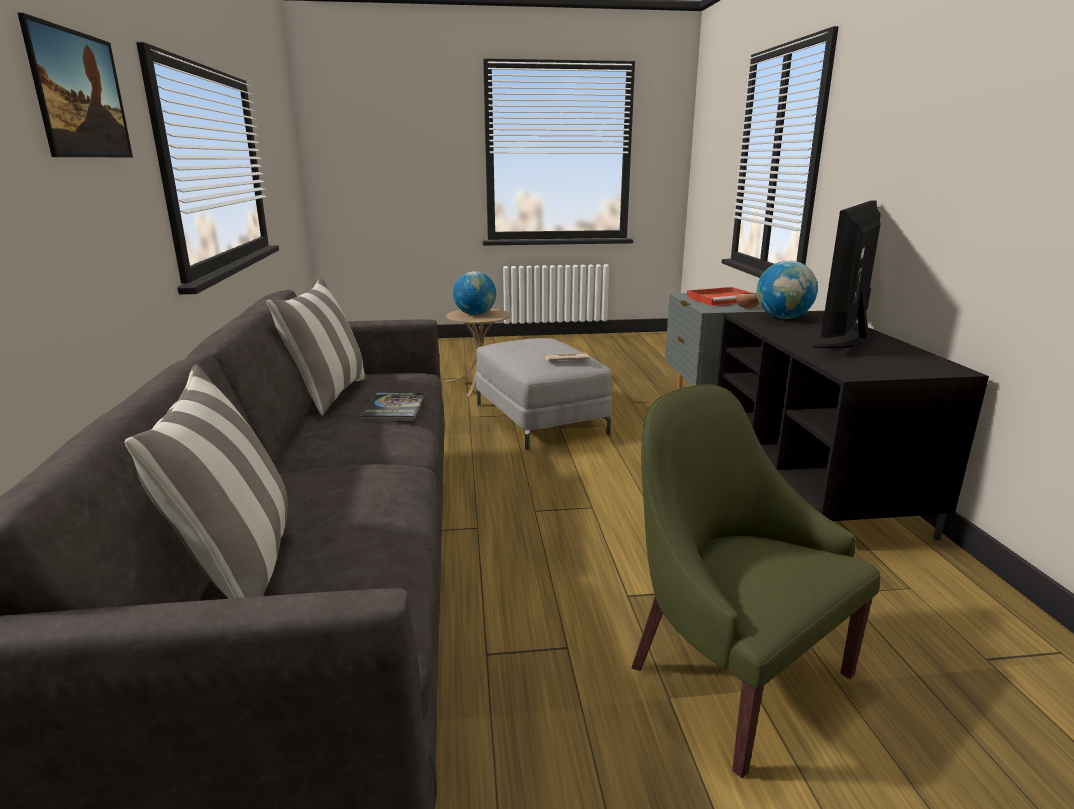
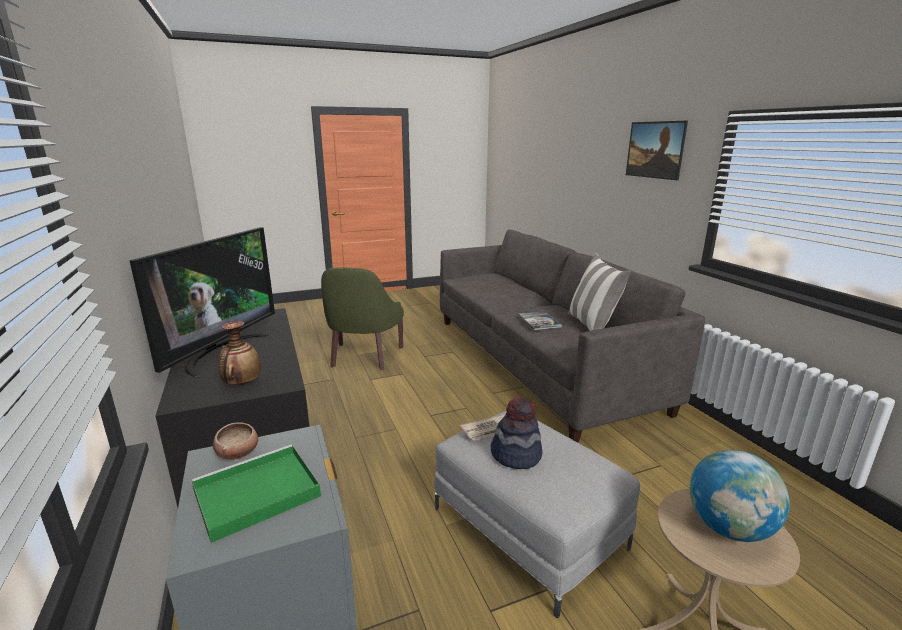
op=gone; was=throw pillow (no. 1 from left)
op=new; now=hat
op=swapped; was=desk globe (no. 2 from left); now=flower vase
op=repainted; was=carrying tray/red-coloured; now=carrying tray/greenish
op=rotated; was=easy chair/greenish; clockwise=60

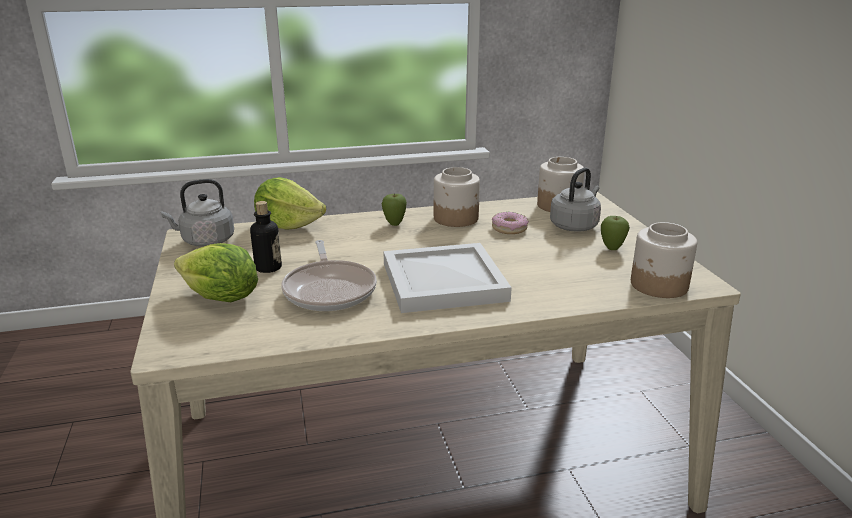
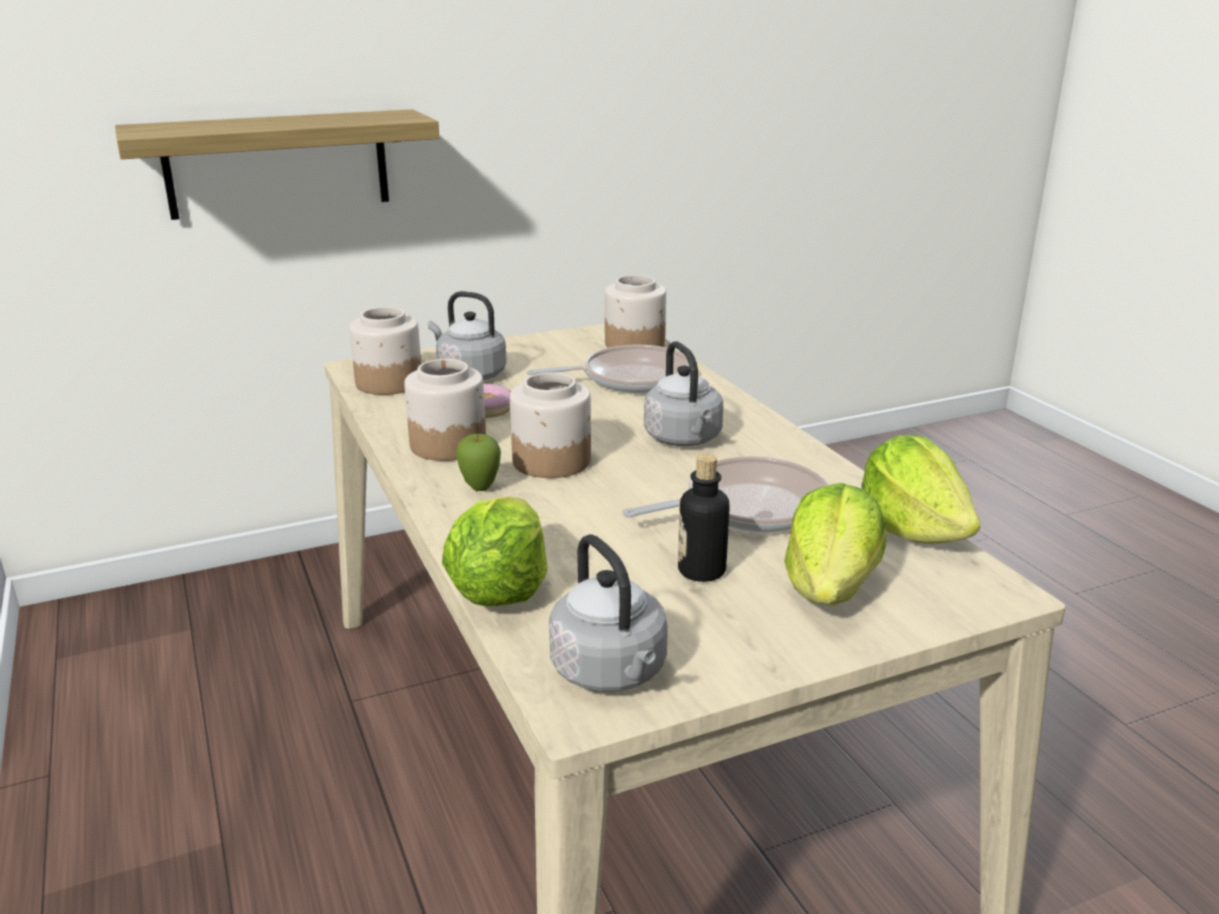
op=gone; was=apple fruit (no. 2 from left)
op=new; now=bracket shelf
op=new; now=preserve jar (no. 3 from left)
op=new; now=pan (no. 1 from left)
op=new; now=lettuce (no. 3 from left)
op=swapped; was=carrying tray/white-coloured; now=tea kettle/grey (no. 3 from left)

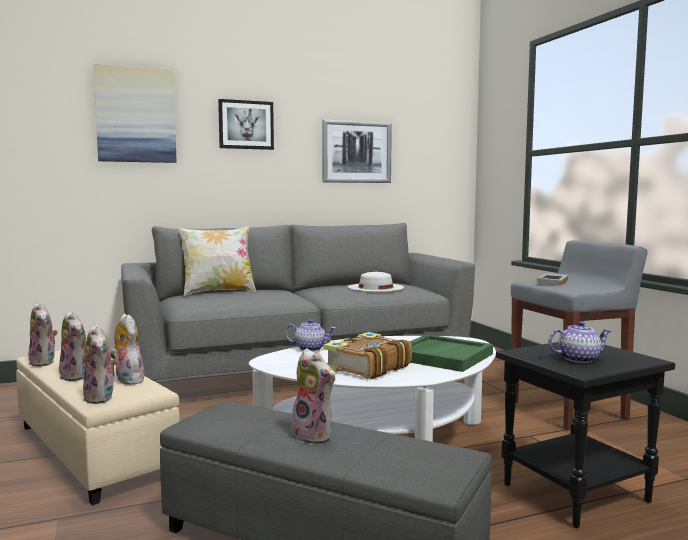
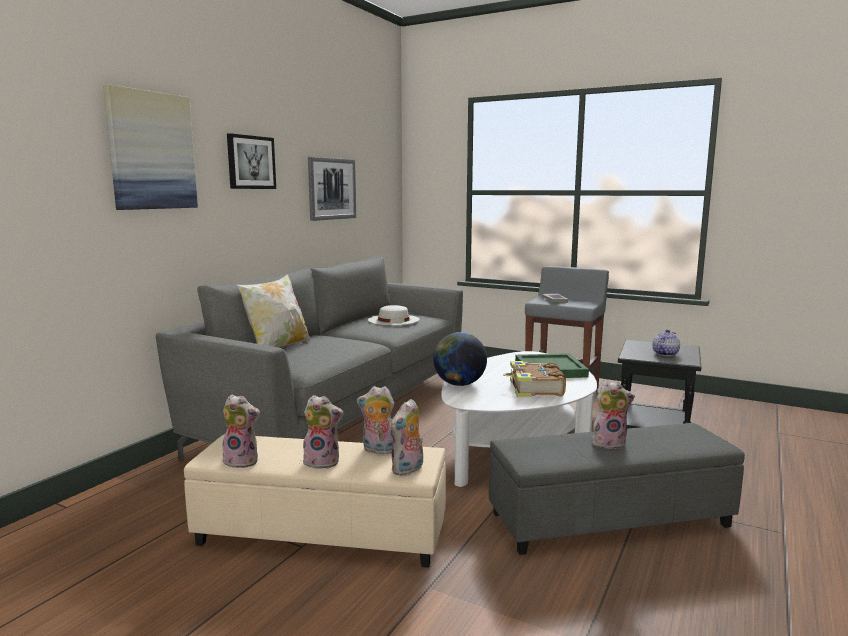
op=swapped; was=pot for tea (no. 1 from left); now=desk globe
op=rotated; was=soft toy (no. 3 from left in the first image); clockwise=105

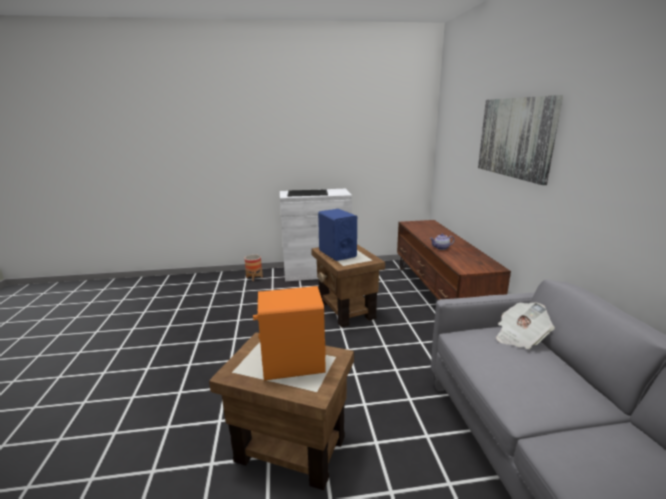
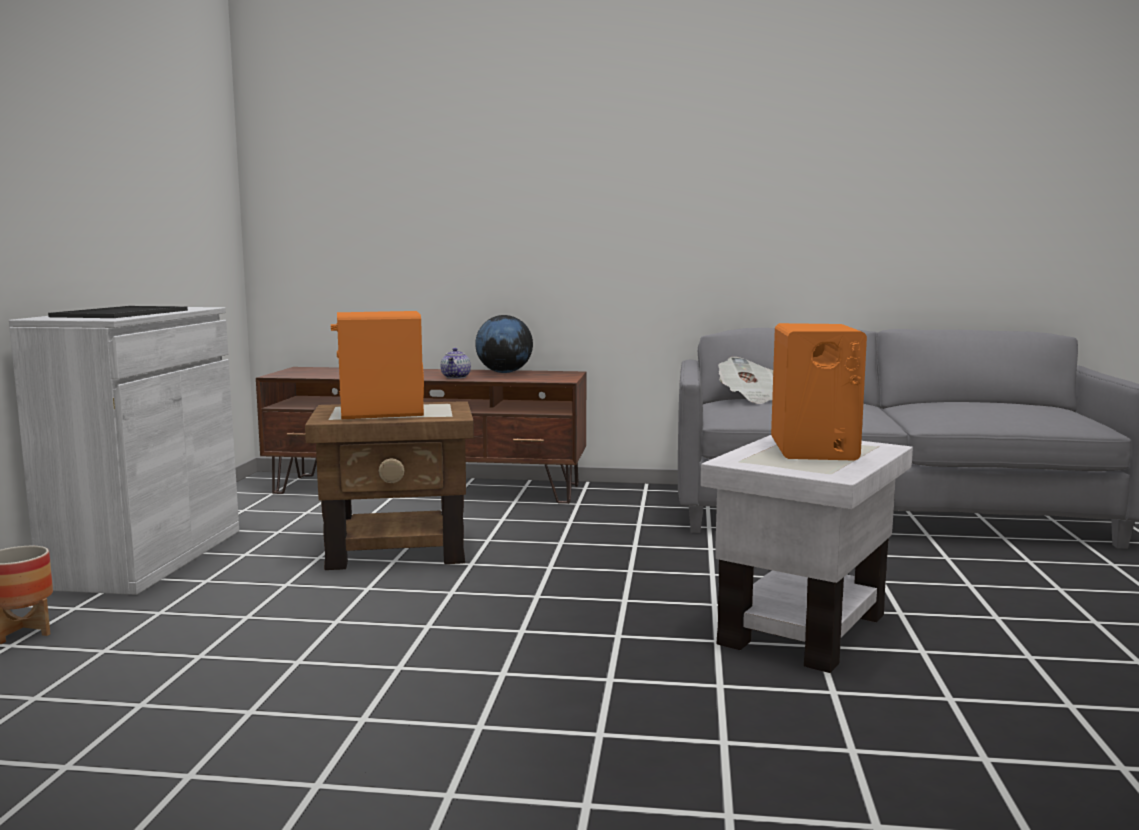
op=gone; was=wall picture
op=new; now=desk globe
op=repainted; was=accent table/brown (no. 1 from left); now=accent table/white-coloured
op=repainted; was=audio speaker/bluish; now=audio speaker/orange (no. 1 from left)

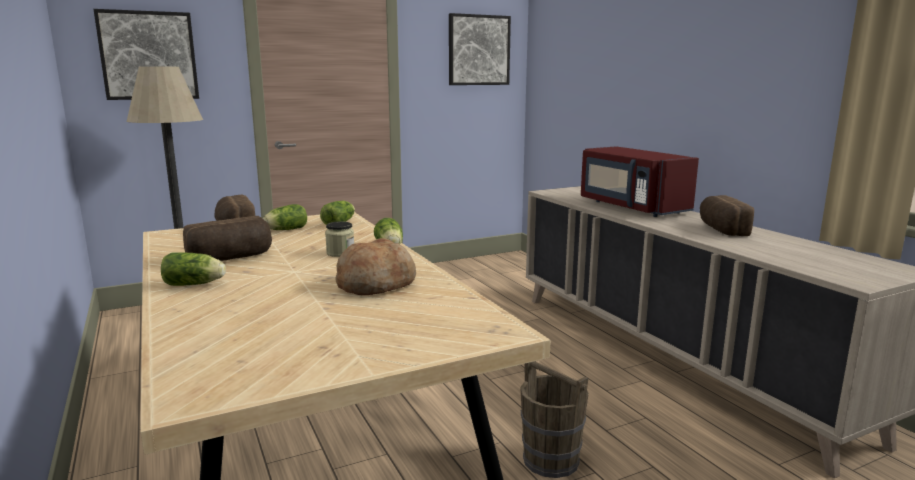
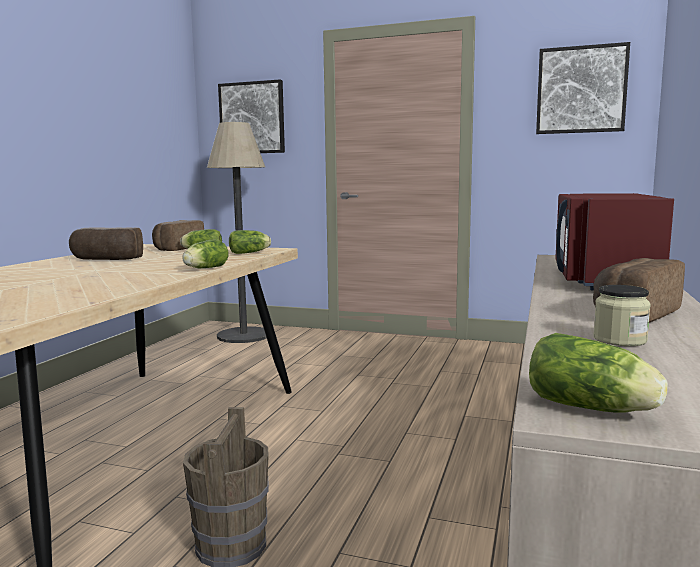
op=gone; was=bakery bread (no. 3 from left)
op=shifted; was=lettuce (no. 1 from left in the first image); now=lettuce (no. 4 from left)
op=shifted; was=preserve jar

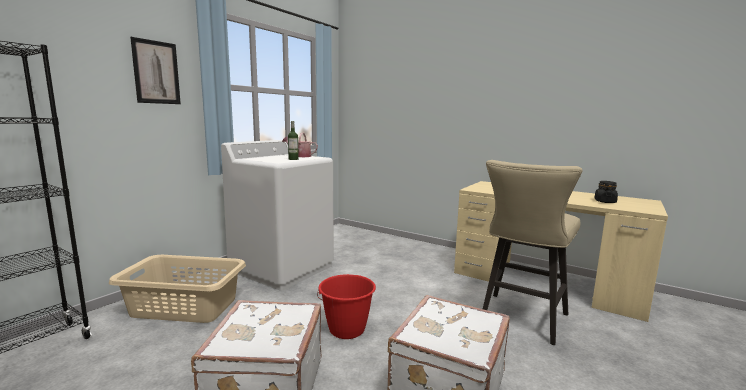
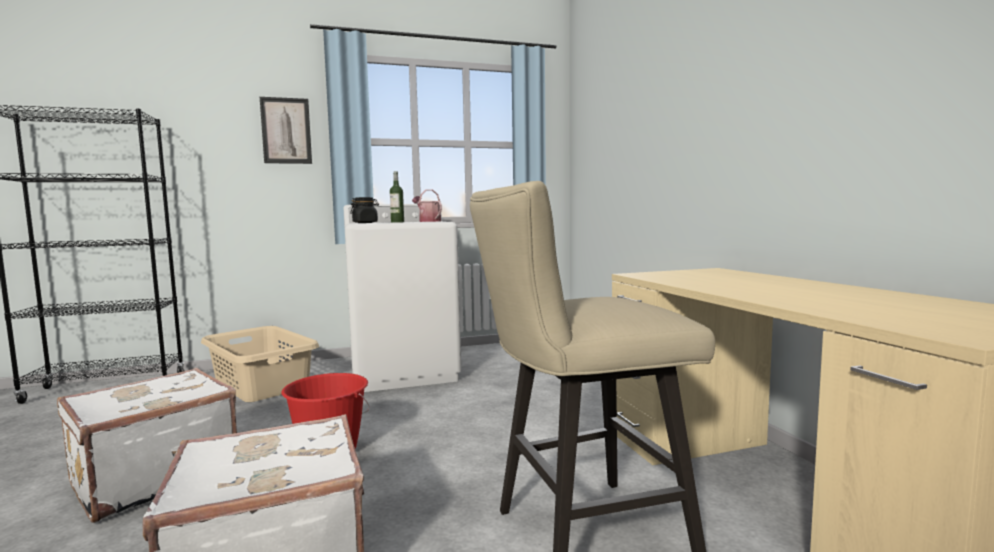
op=shifted; was=preserve jar/blackish

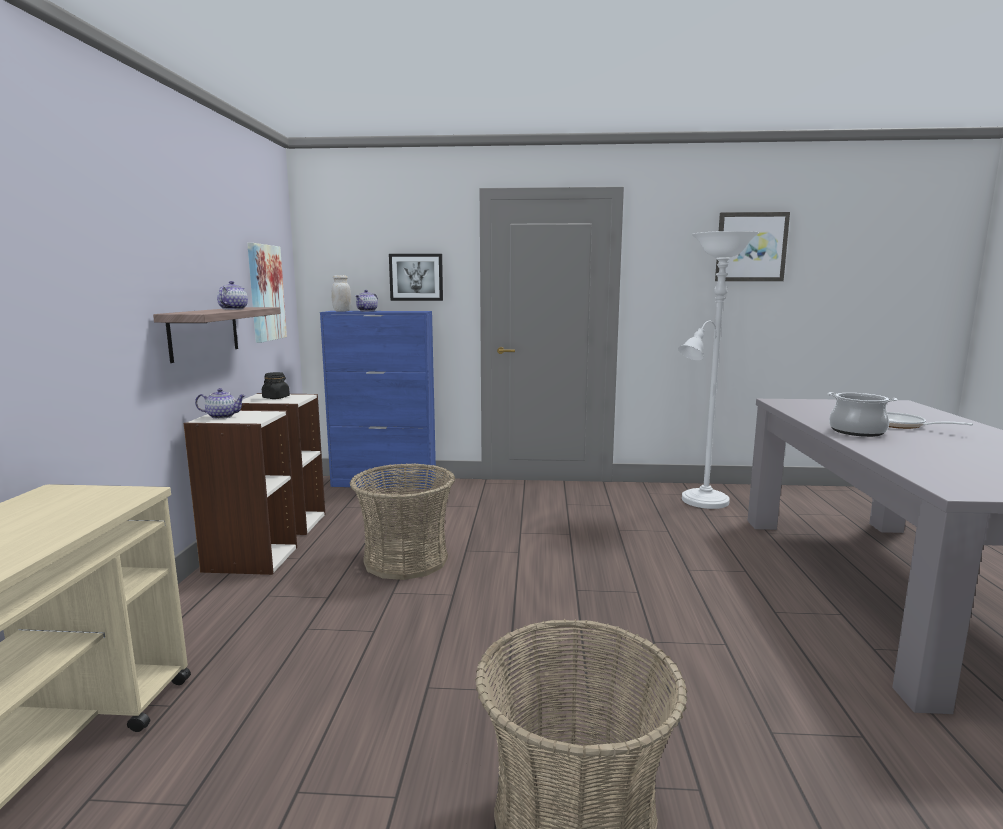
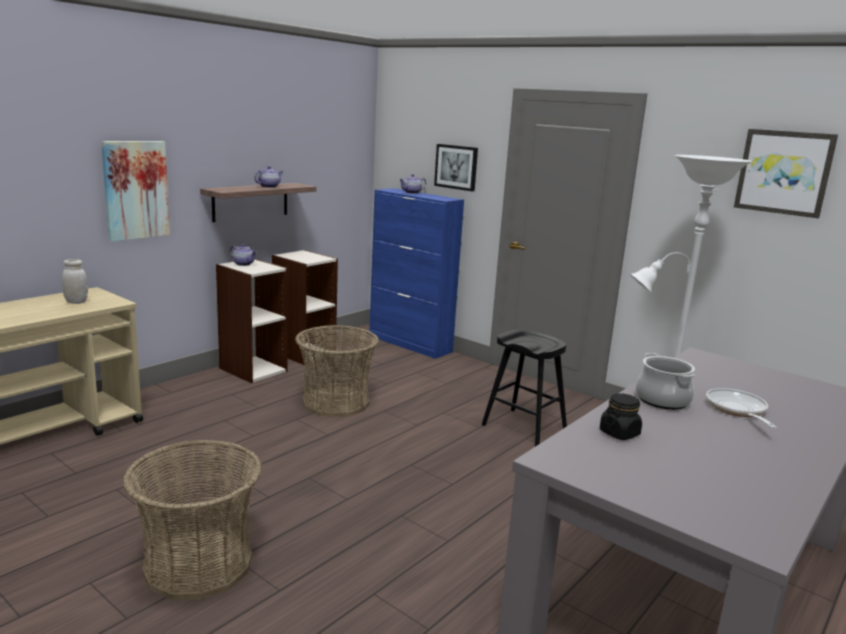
op=new; now=sitting stool/blackish
op=shifted; was=wall picture (no. 1 from left)
op=shifted; was=preserve jar/blackish
op=shifted; was=preserve jar/white-coloured

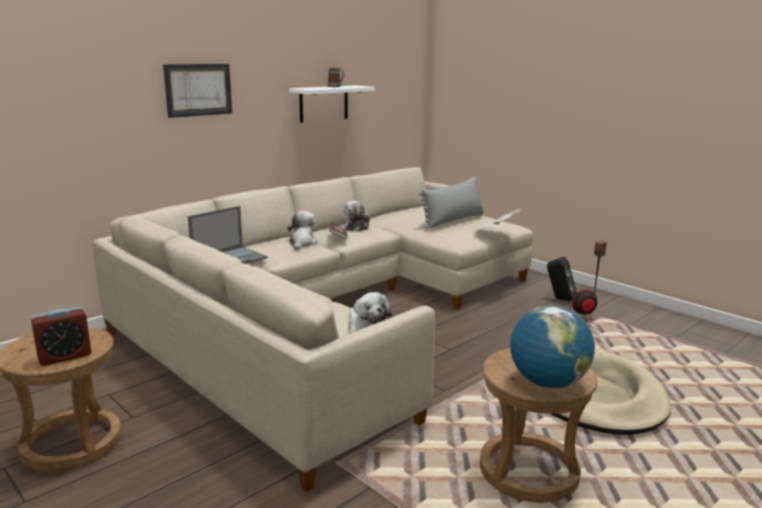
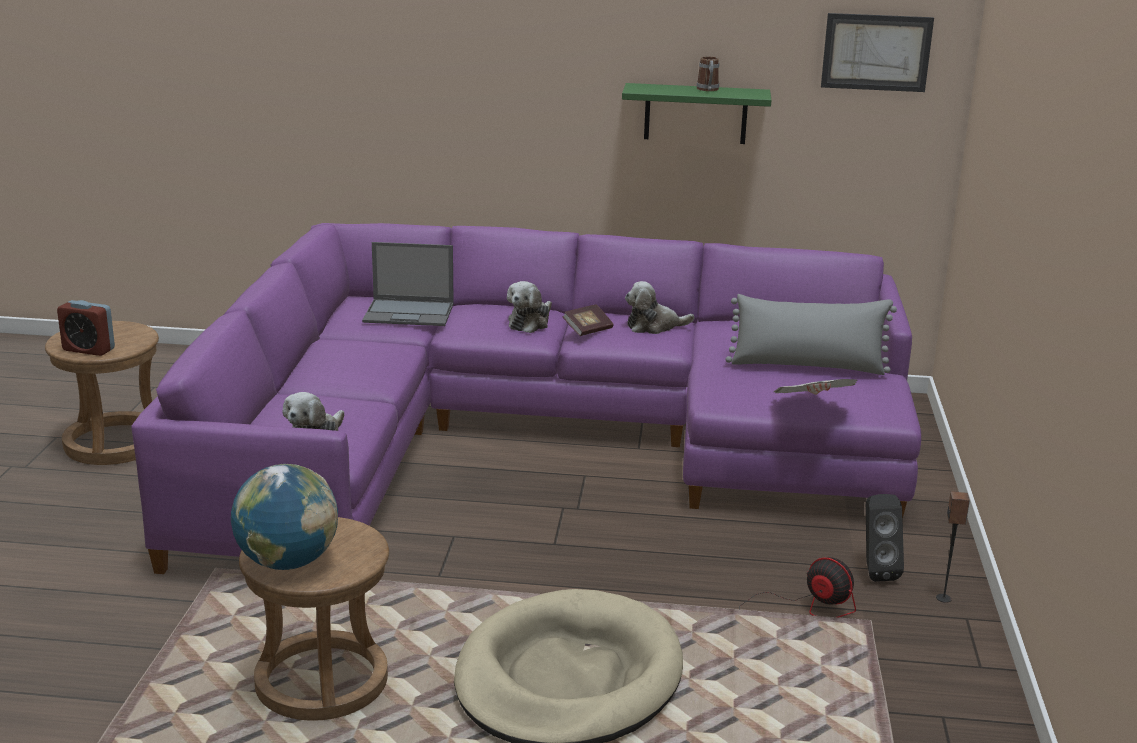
op=shifted; was=wall picture
op=repainted; was=couch/beige; now=couch/purplish
op=repainted; was=bracket shelf/white-coloured; now=bracket shelf/greenish
op=rotated; was=soft toy (no. 1 from left in the first image); clockwise=150

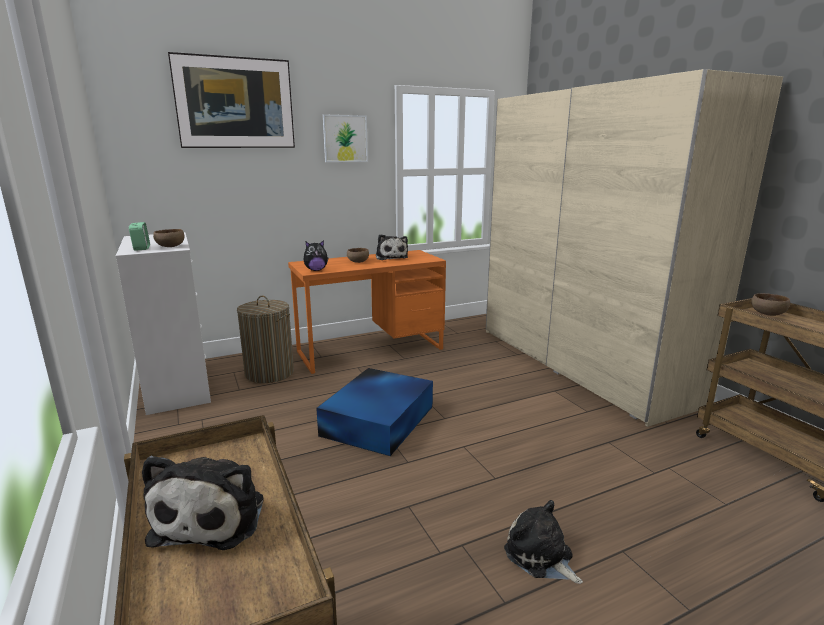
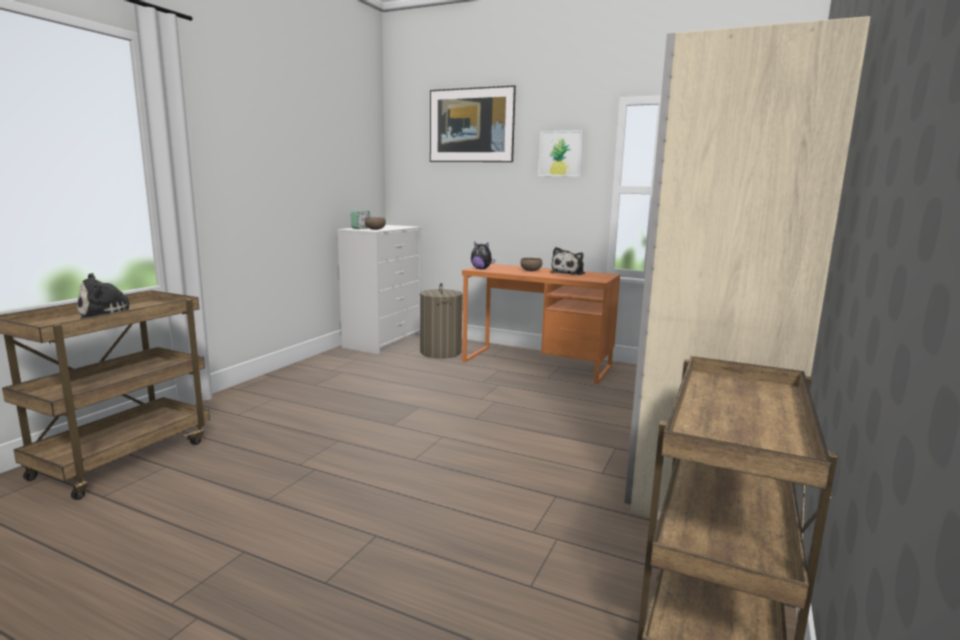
op=gone; was=storage bin/bluish
op=gone; was=soft toy (no. 4 from left)
op=gone; was=bowl/brown (no. 3 from left)

